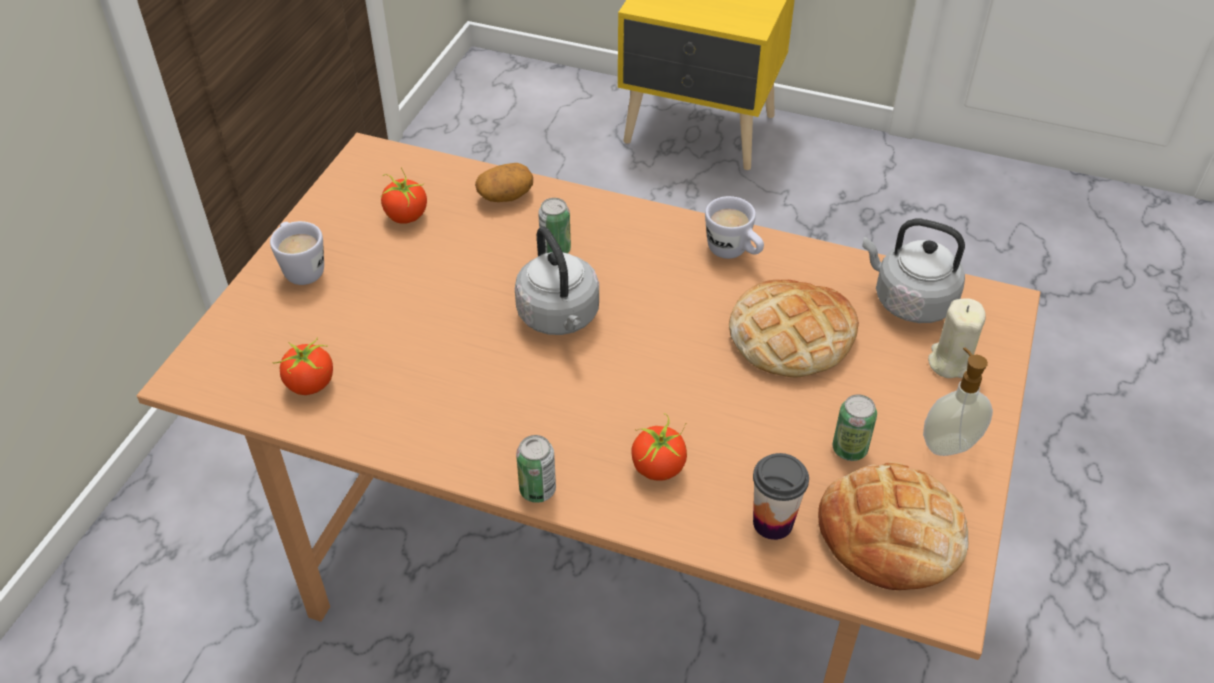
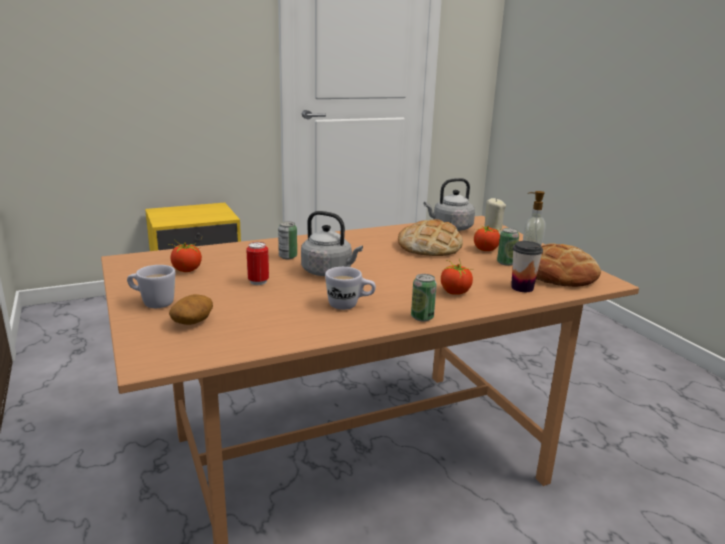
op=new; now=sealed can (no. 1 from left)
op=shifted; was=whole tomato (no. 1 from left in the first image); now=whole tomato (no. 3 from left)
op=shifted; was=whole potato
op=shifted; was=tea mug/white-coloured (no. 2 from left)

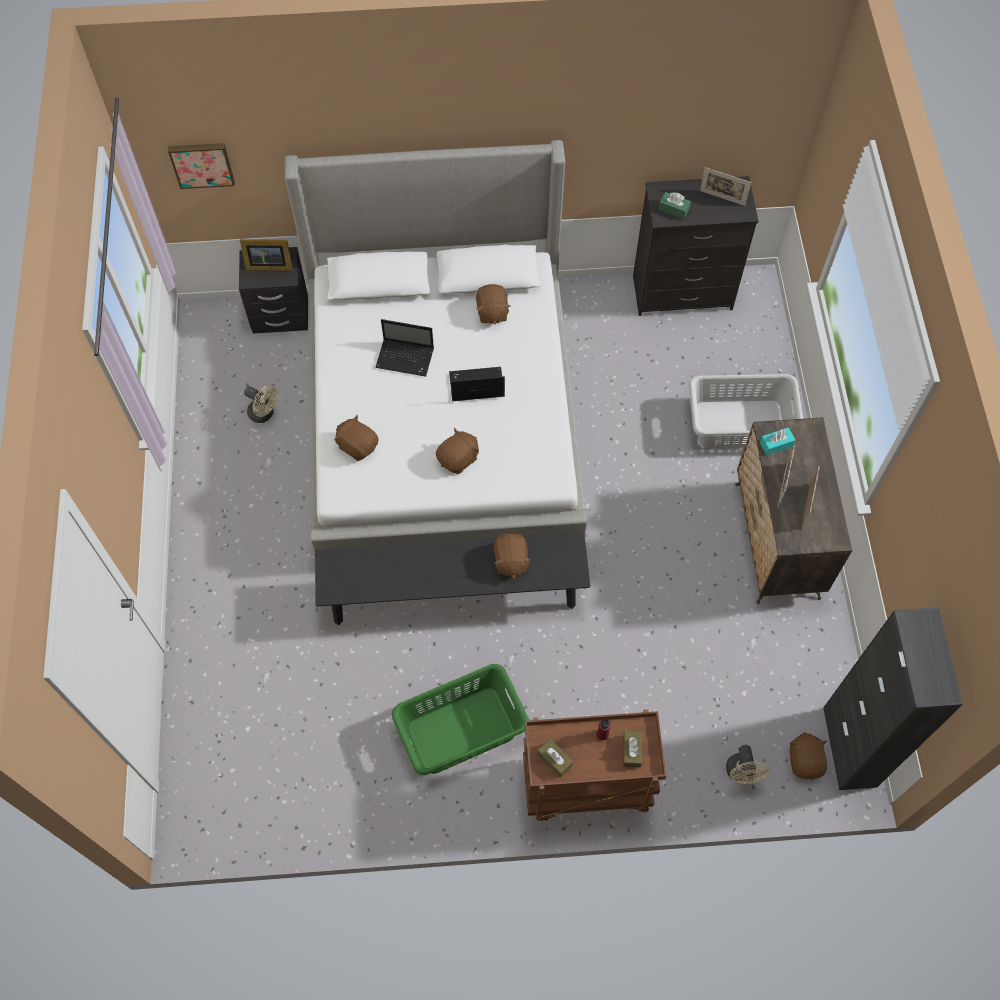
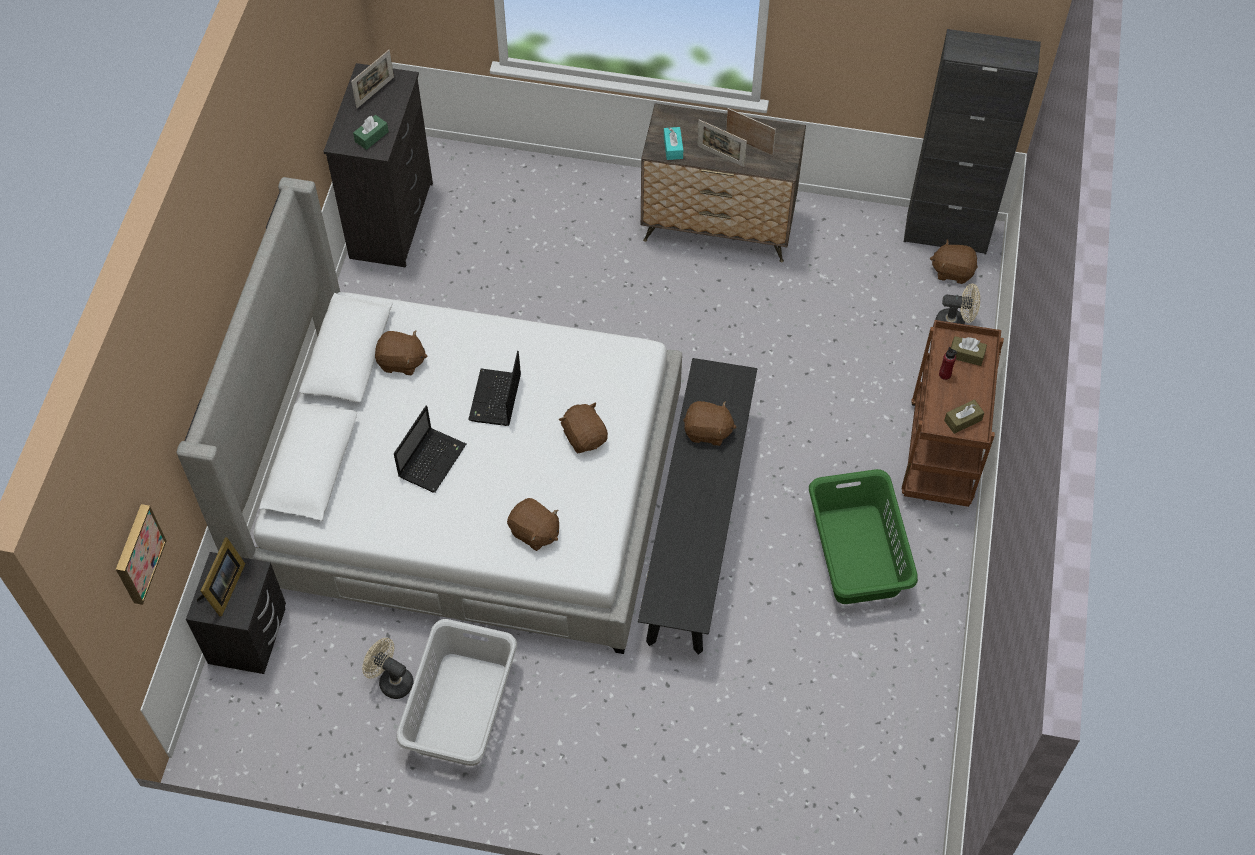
op=shifted; was=laundry basket/grey
op=rotated; was=cooling fan/beige (no. 1 from left); clockwise=-105
op=rotated; was=soft toy/brown (no. 1 from left in the first image); clockwise=-105

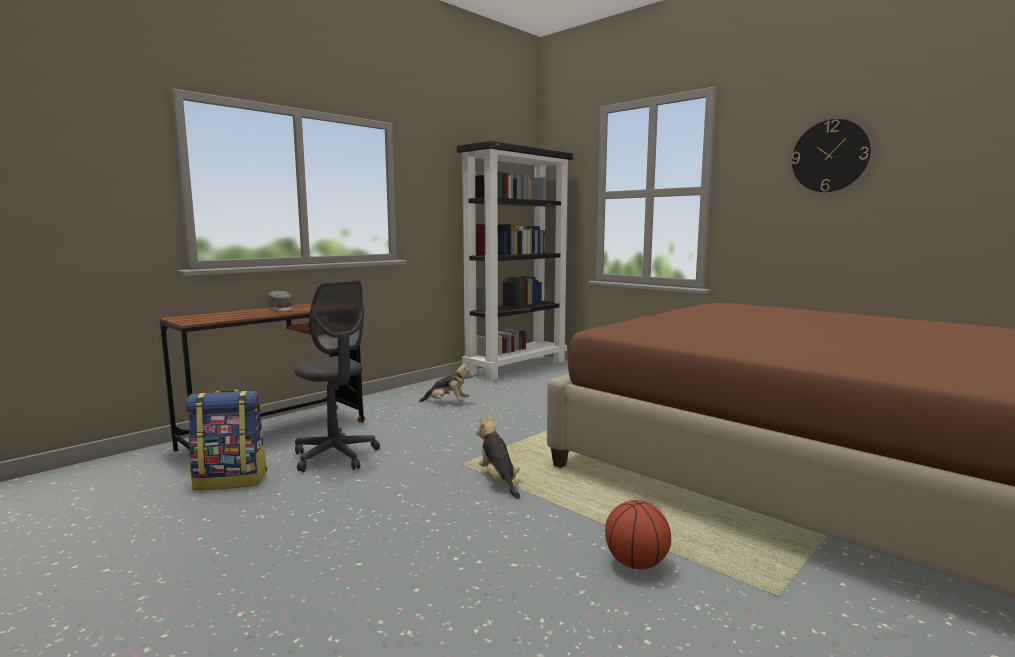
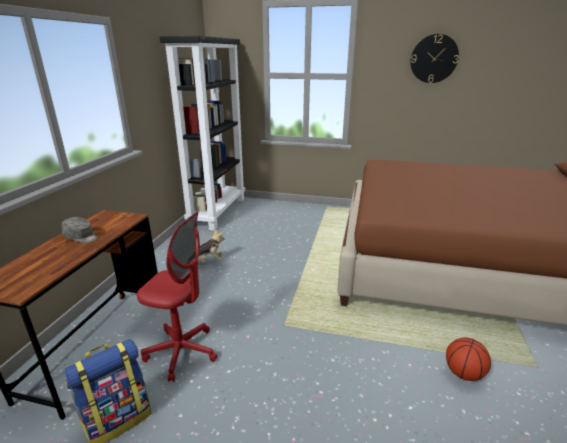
op=gone; was=soft toy (no. 2 from left)
op=repainted; was=computer chair/grey; now=computer chair/red-coloured

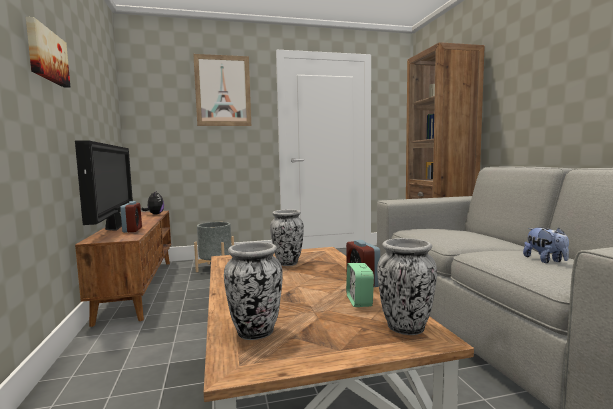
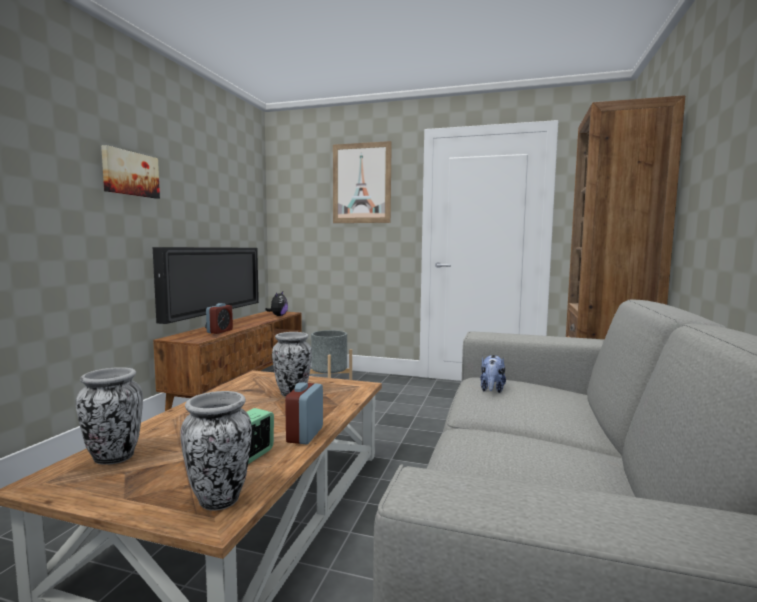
op=shifted; was=soft toy (no. 2 from left)

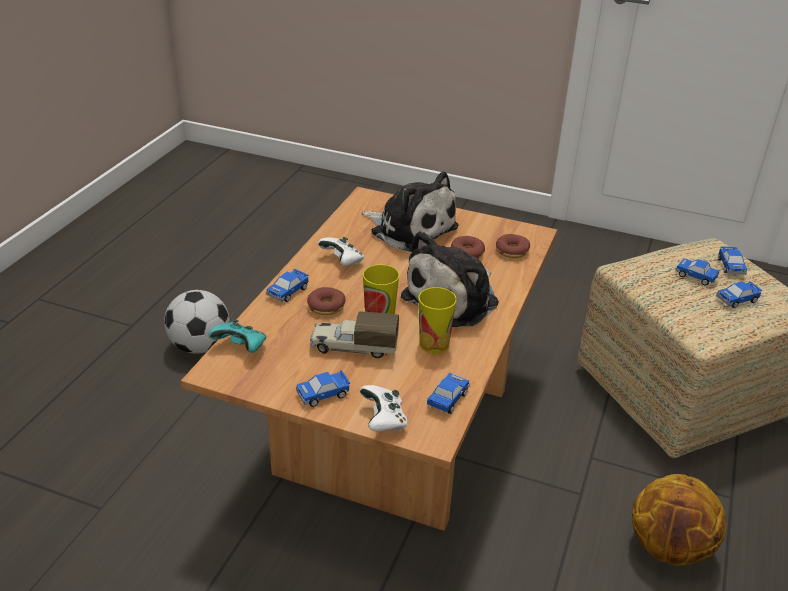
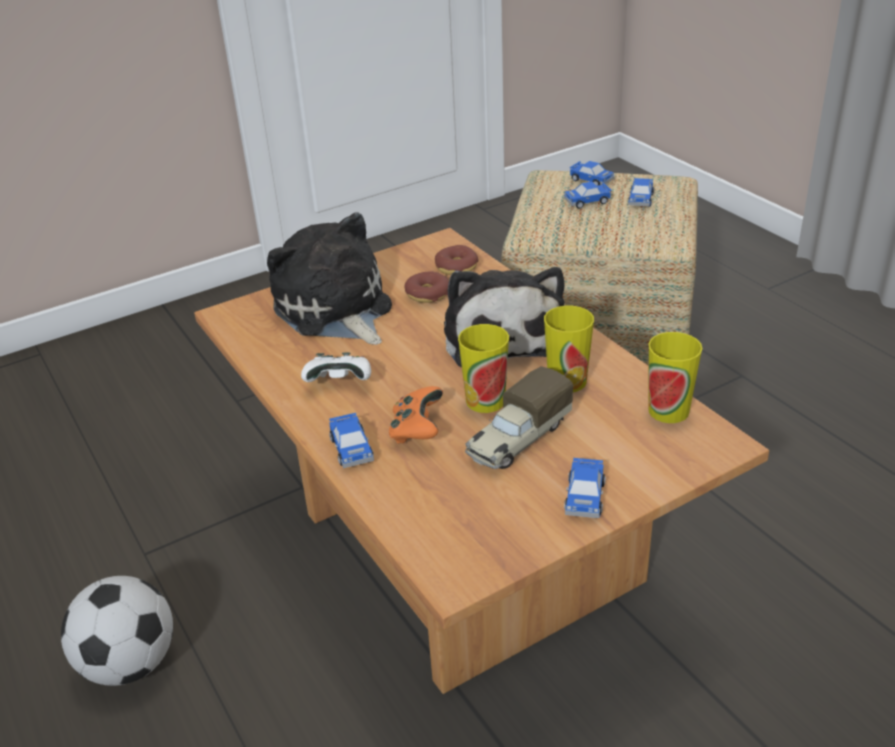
op=gone; was=joypad/turquoise-coloured
op=gone; was=joypad/white-coloured (no. 2 from left)
op=gone; was=basketball
op=swapped; was=ring doughnut (no. 1 from left); now=joypad/orange
op=swapped; was=toy car (no. 3 from left); now=drinking cup (no. 3 from left)
op=rotated; was=soft toy (no. 1 from left); clockwise=-105

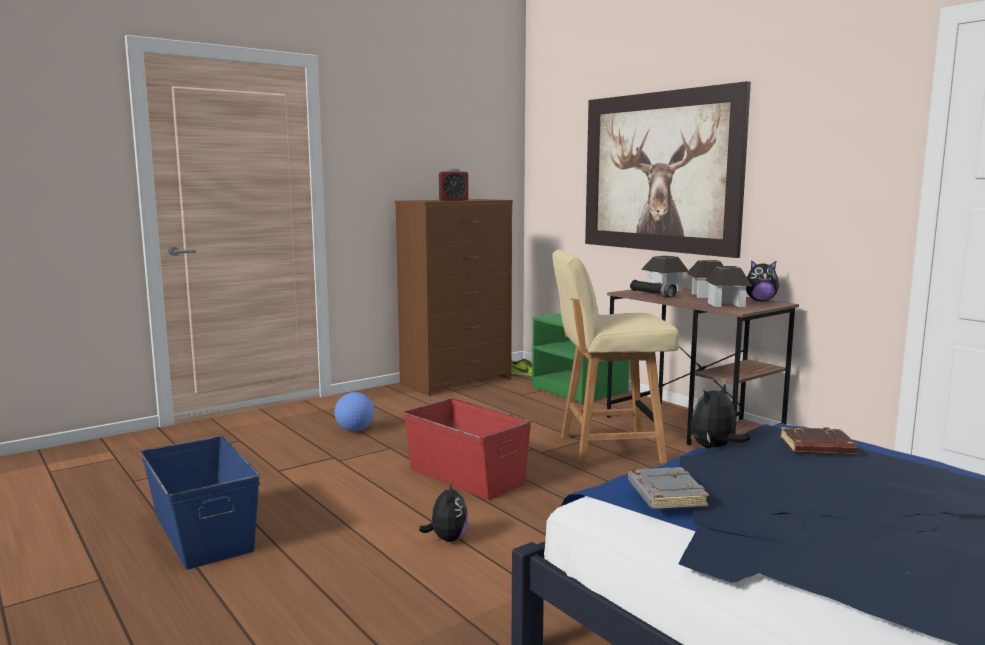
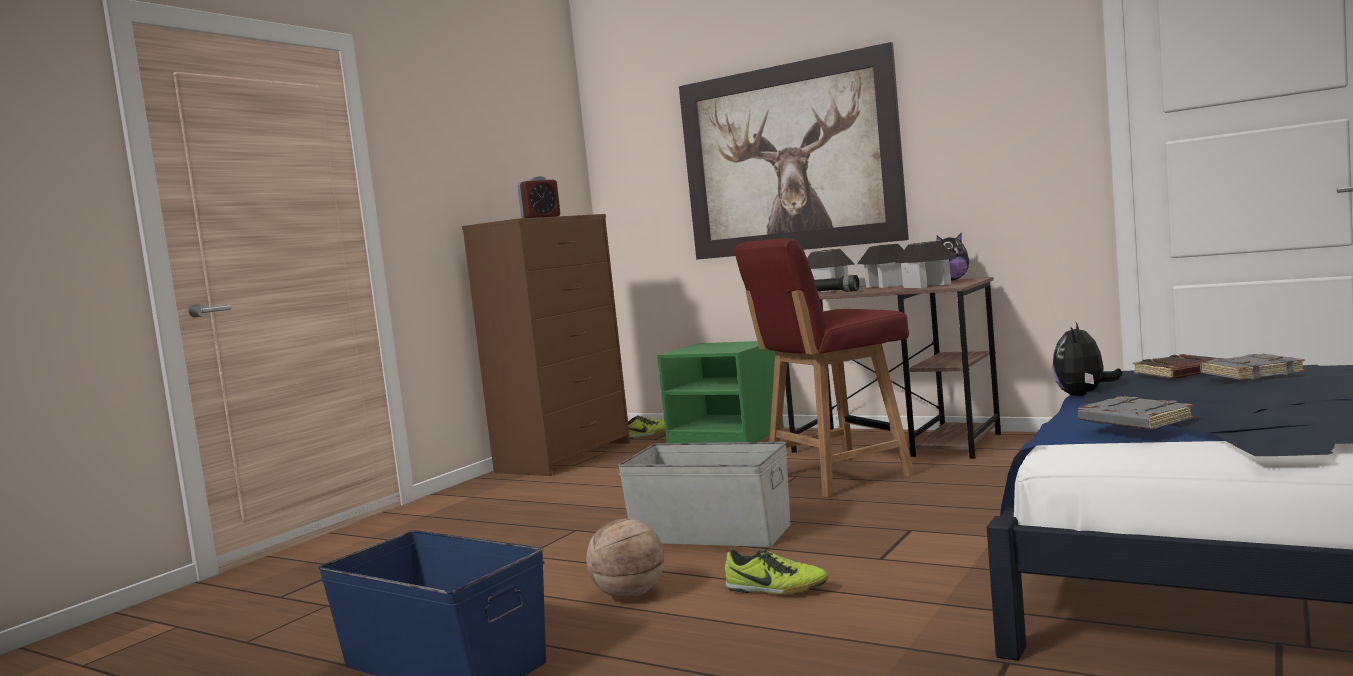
op=gone; was=football
op=new; now=basketball
op=new; now=book/grey (no. 2 from left)
op=swapped; was=soft toy (no. 1 from left); now=item of footwear (no. 2 from left)
op=repainted; was=storage bin/red-coloured; now=storage bin/grey
op=repainted; was=plain chair/beige; now=plain chair/red-coloured

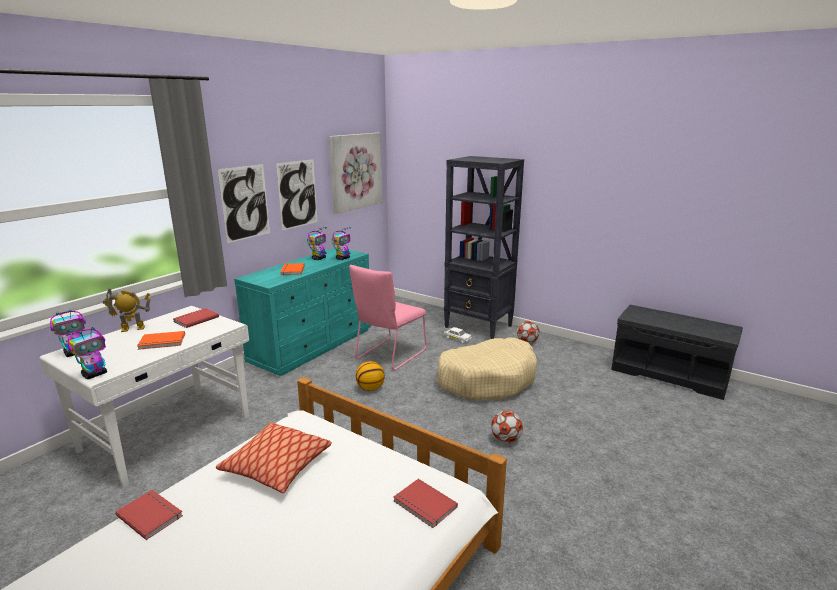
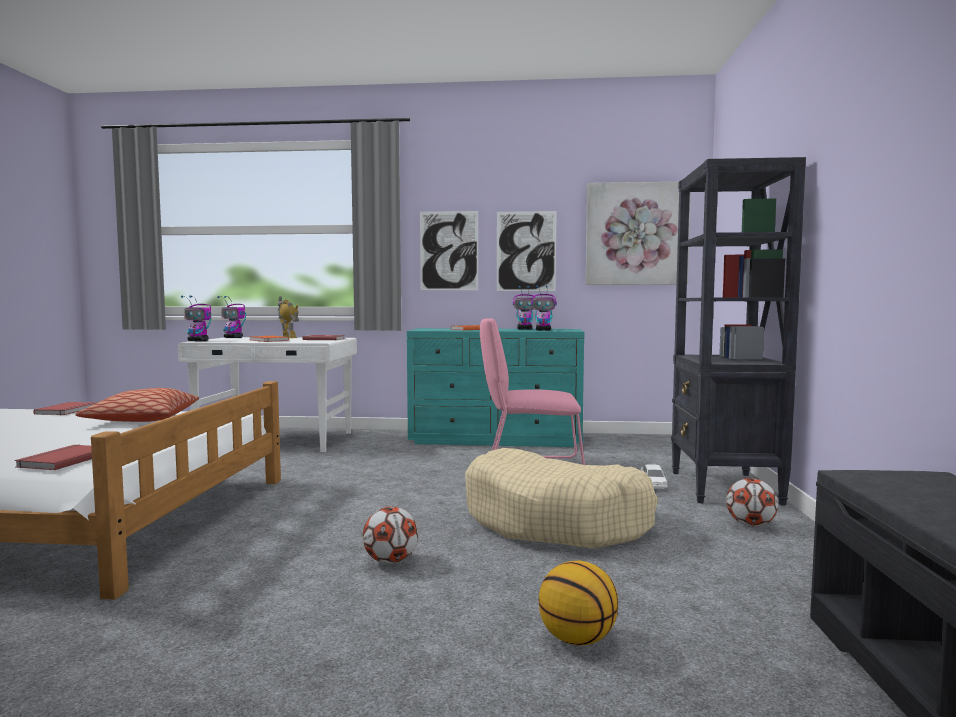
op=shifted; was=basketball

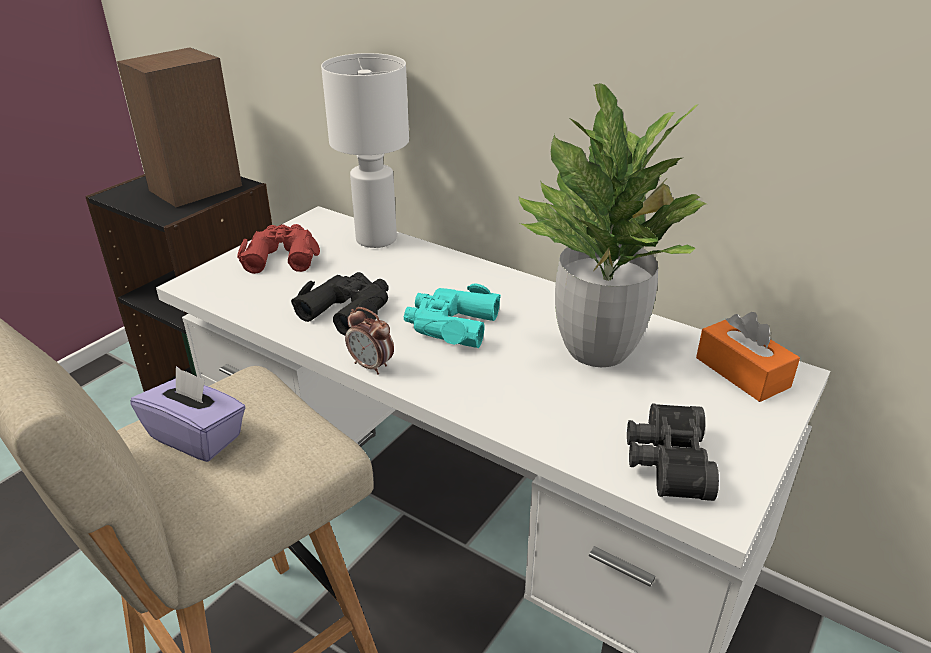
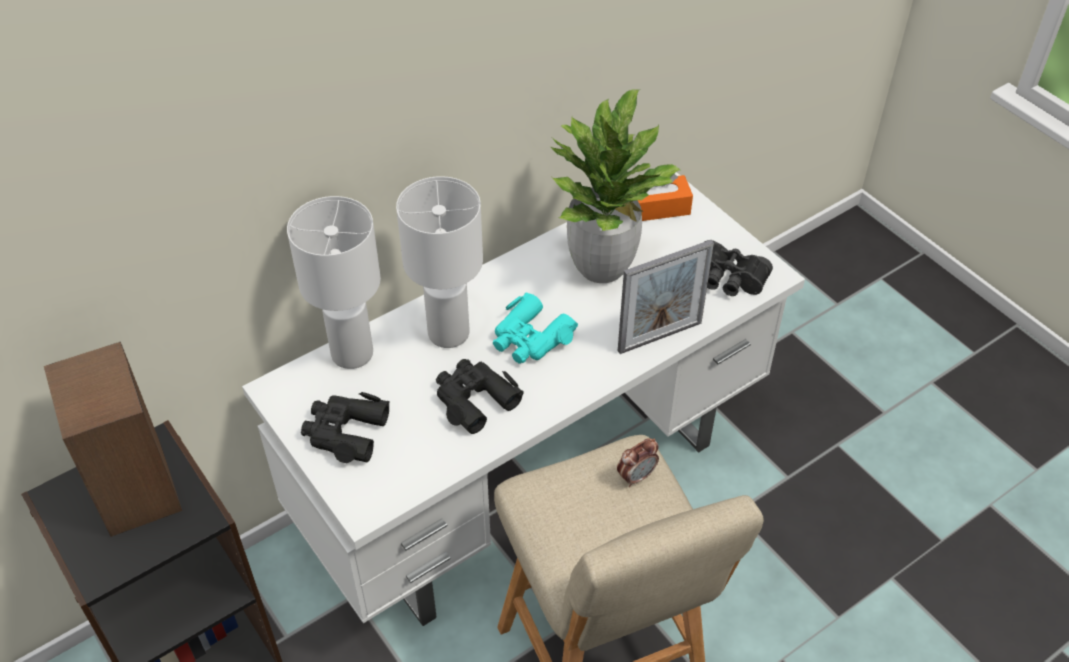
op=gone; was=tissue box/purplish
op=new; now=table lamp/white-coloured (no. 2 from left)
op=new; now=photo frame
op=shifted; was=alarm clock
op=repainted; was=binoculars/red-coloured; now=binoculars/blackish (no. 1 from left)

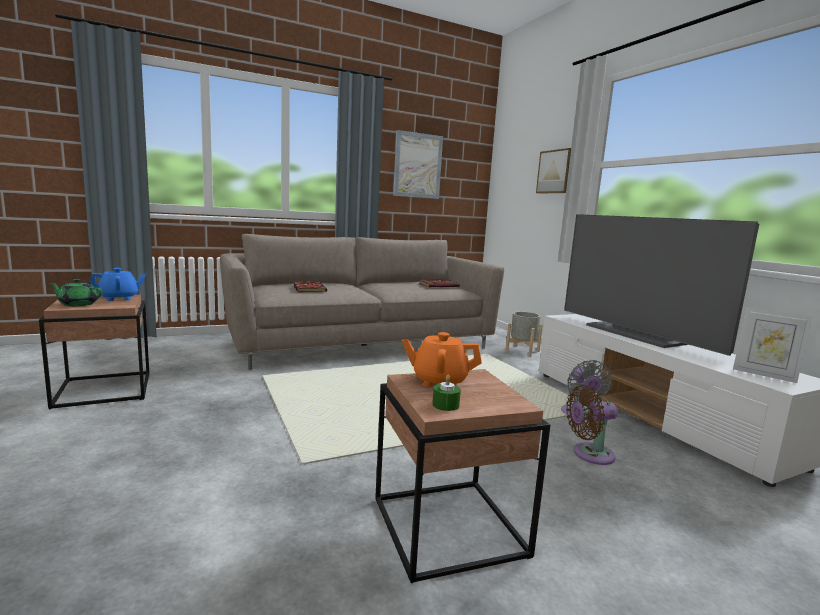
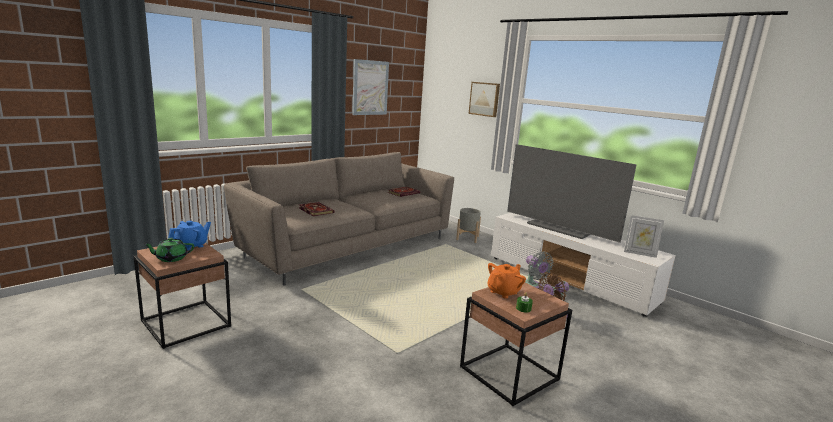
op=rotated; was=pot for tea/orange; clockwise=150

